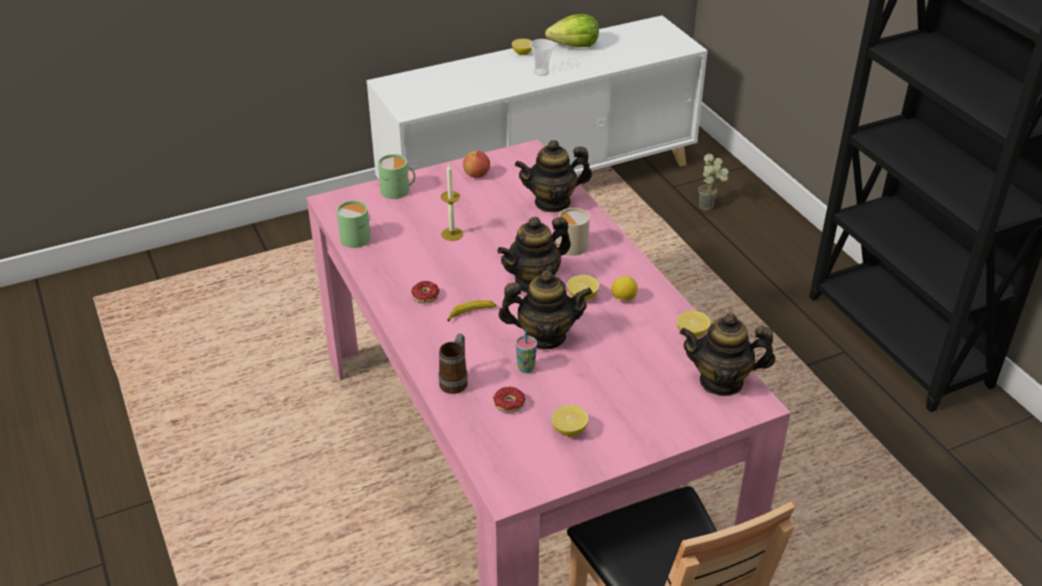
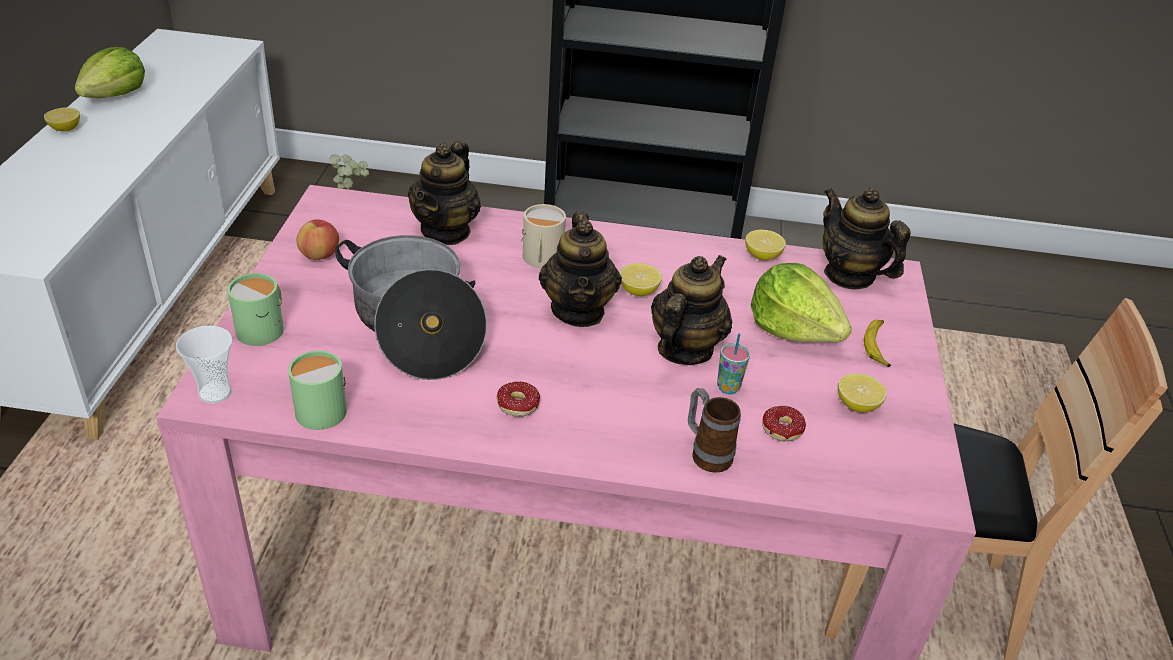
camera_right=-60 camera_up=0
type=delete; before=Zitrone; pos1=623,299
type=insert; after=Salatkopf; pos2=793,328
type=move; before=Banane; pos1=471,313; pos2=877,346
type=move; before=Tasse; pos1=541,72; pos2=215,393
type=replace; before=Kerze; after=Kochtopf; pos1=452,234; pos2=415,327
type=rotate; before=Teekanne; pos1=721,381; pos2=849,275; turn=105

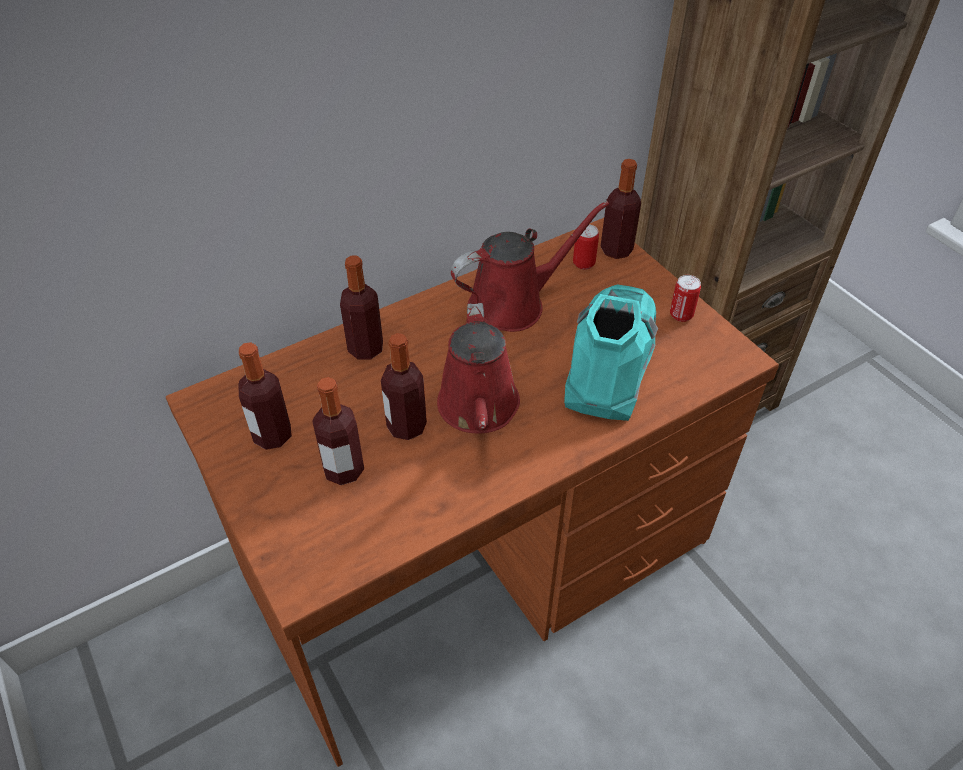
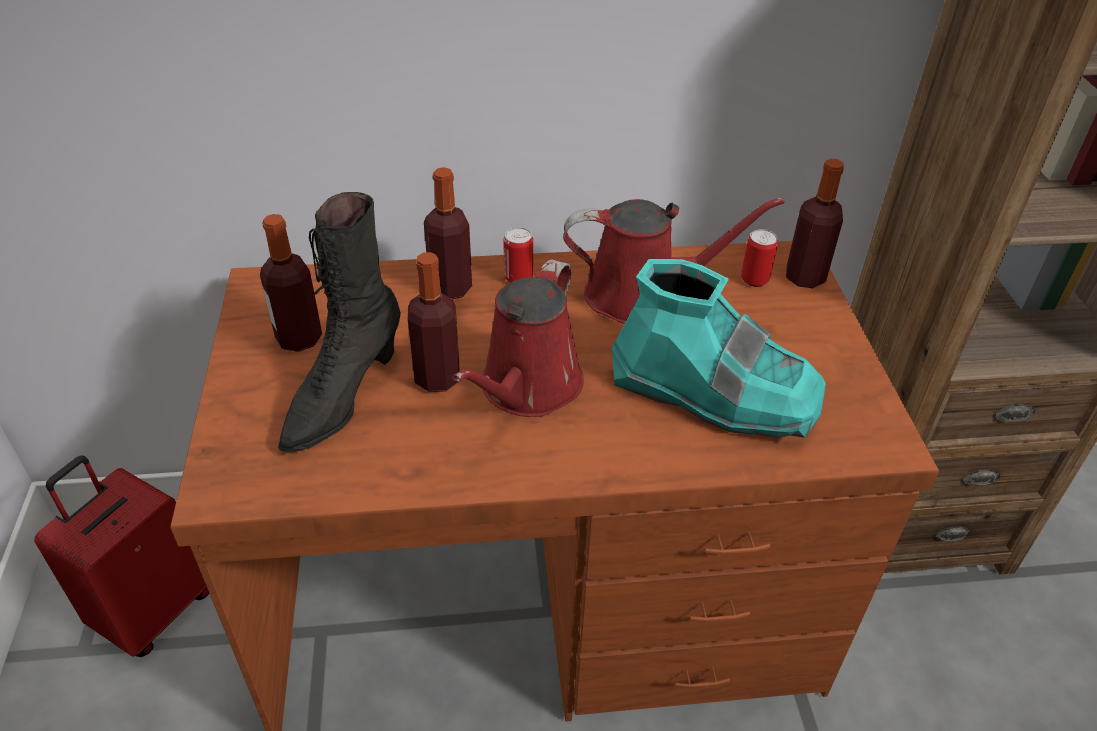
camera_right=25 camera_up=-5
type=insert; after=Koffer/rot; pos2=152,611
type=move; before=Dose; pos1=681,315; pos2=518,278
type=replace; before=Flasche; after=Stiefel/schwarz; pos1=344,470; pos2=342,397
type=rotate; before=Stiefel/türkis; pos1=609,362; pos2=714,392; turn=75

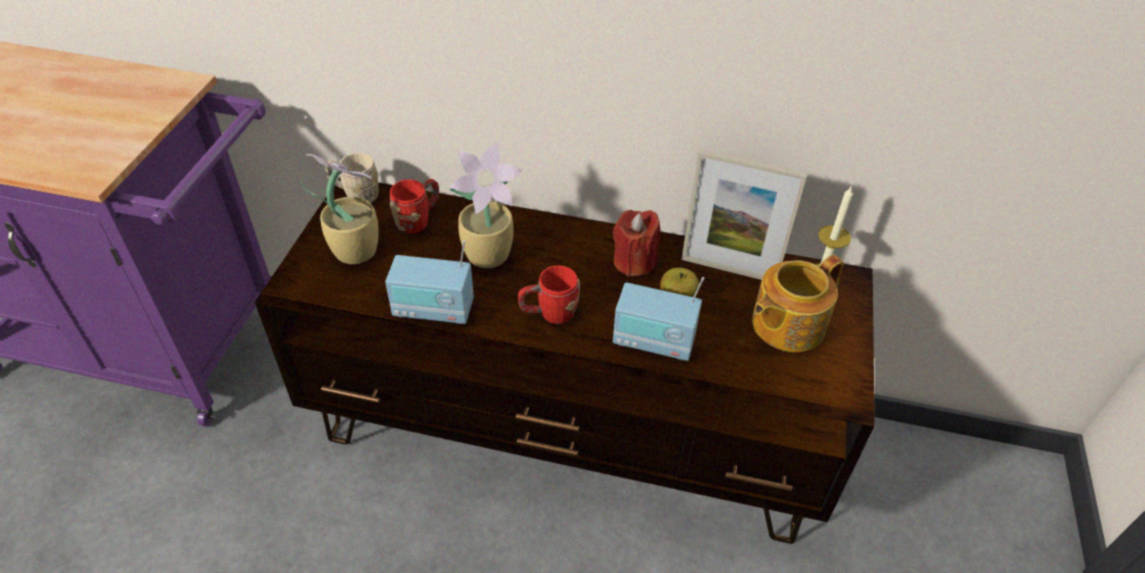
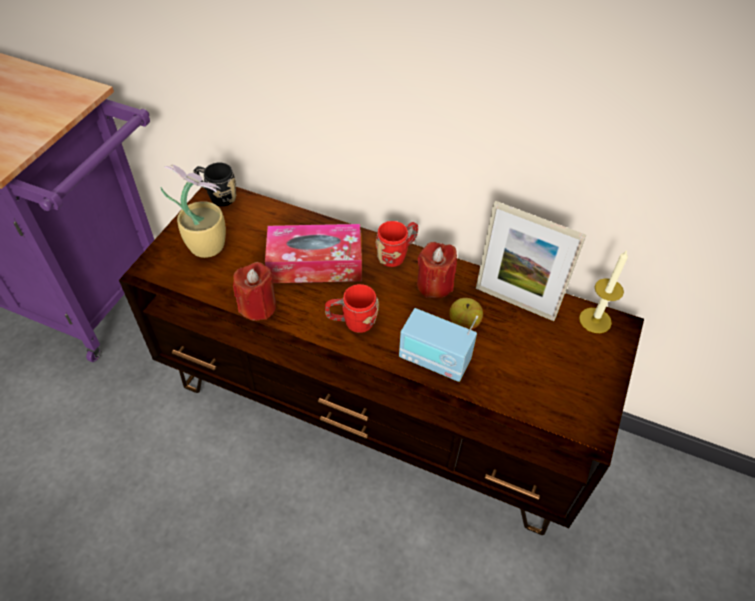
camera_right=10 camera_up=5
type=delete; before=Teekanne; pos1=786,324
type=move; before=Henkelbecher/rot; pos1=418,219; pos2=396,254
type=replace; before=Radio; after=Kerze/rot; pos1=433,310; pos2=258,306
type=replace; before=Topfpflanze; after=Taschentuchbox; pos1=490,255; pos2=315,264
type=recolor; before=Henkelbecher/beige; after=Henkelbecher/schwarz; pos1=355,194; pos2=218,196

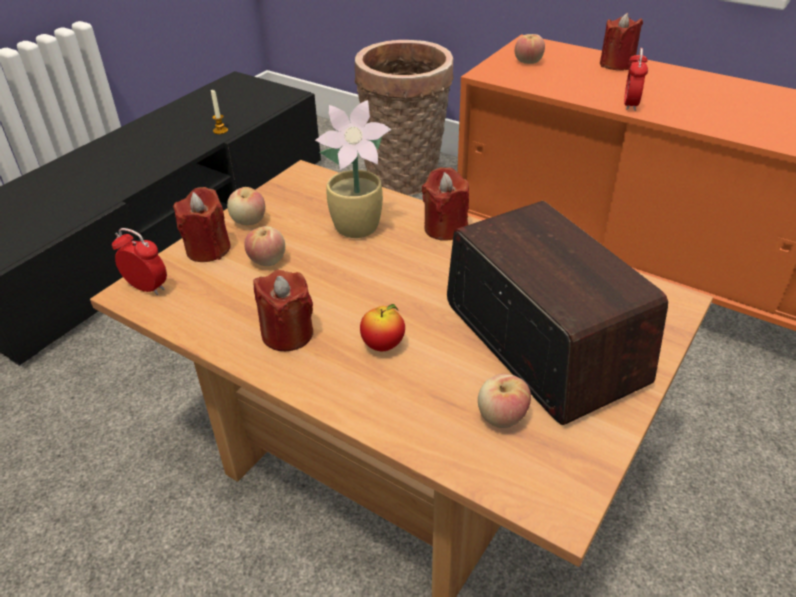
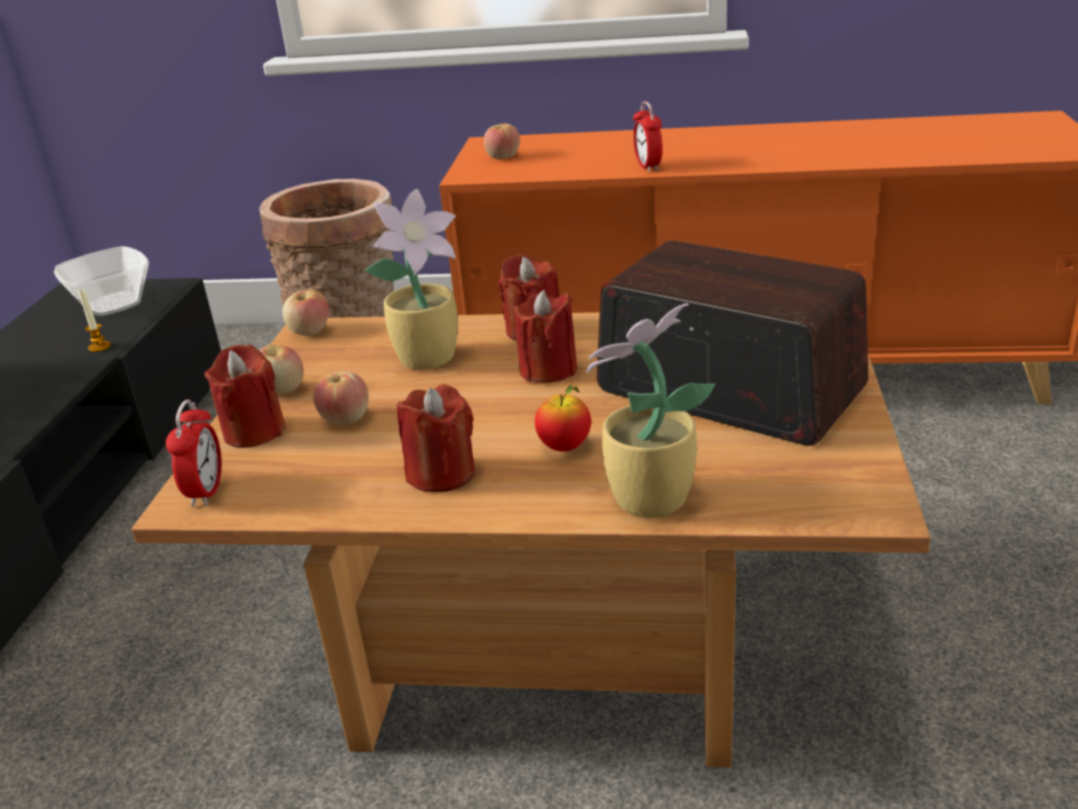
camera_right=-25 camera_up=-10
type=insert; after=Schüssel; pos2=114,304
type=insert; after=Topfpflanze; pos2=646,499
type=move; before=Apfel; pos1=501,416; pos2=310,332
type=move; before=Kerze/rot; pos1=616,64; pos2=548,370
type=rotate; before=Wecker; pos1=147,287; pos2=206,491; turn=90

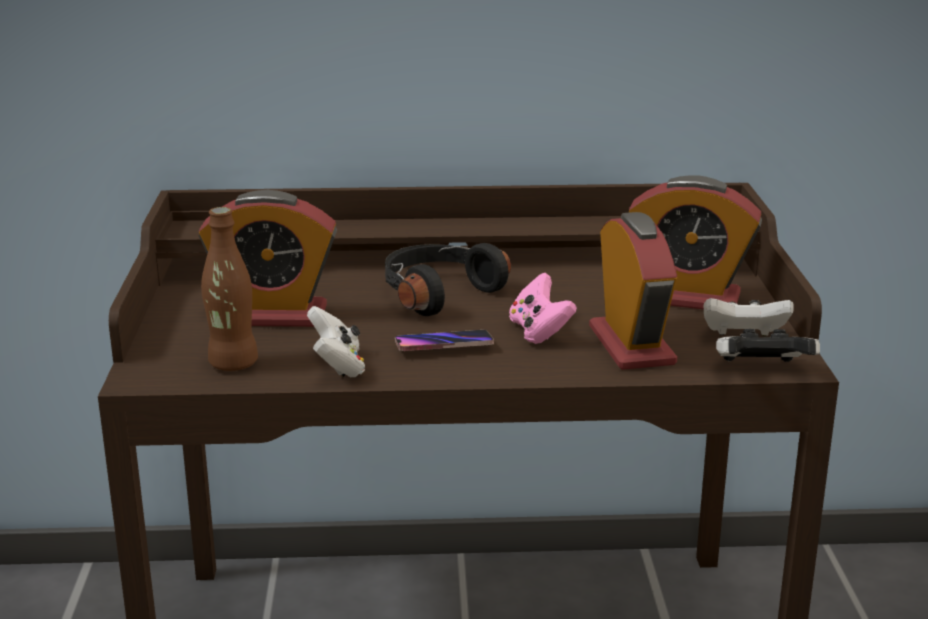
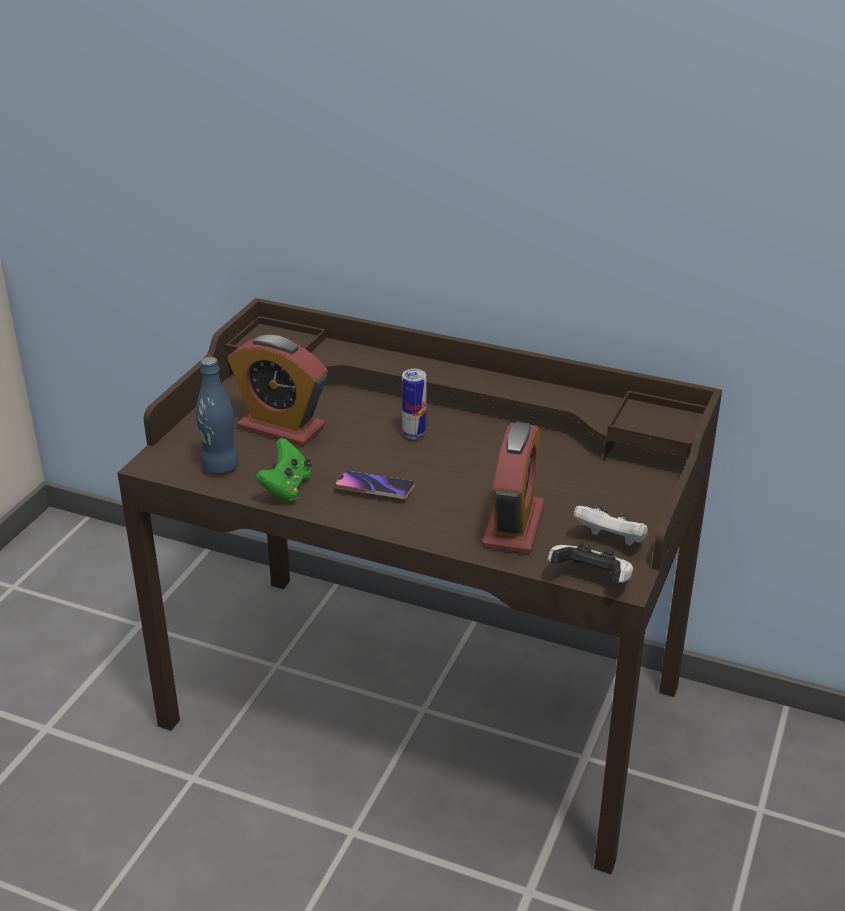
camera_right=25 camera_up=10
type=delete; before=Gamepad/rosa; pos1=539,332
type=delete; before=Wecker; pos1=688,298
type=replace; before=Kopfhörer/schwarz; after=Dose; pos1=437,293; pos2=414,434
type=recolor; before=Flasche/braun; after=Flasche/blau; pos1=233,364; pos2=220,467
type=recolor; before=Gamepad/weiß; after=Gamepad/grün; pos1=337,366; pos2=286,488

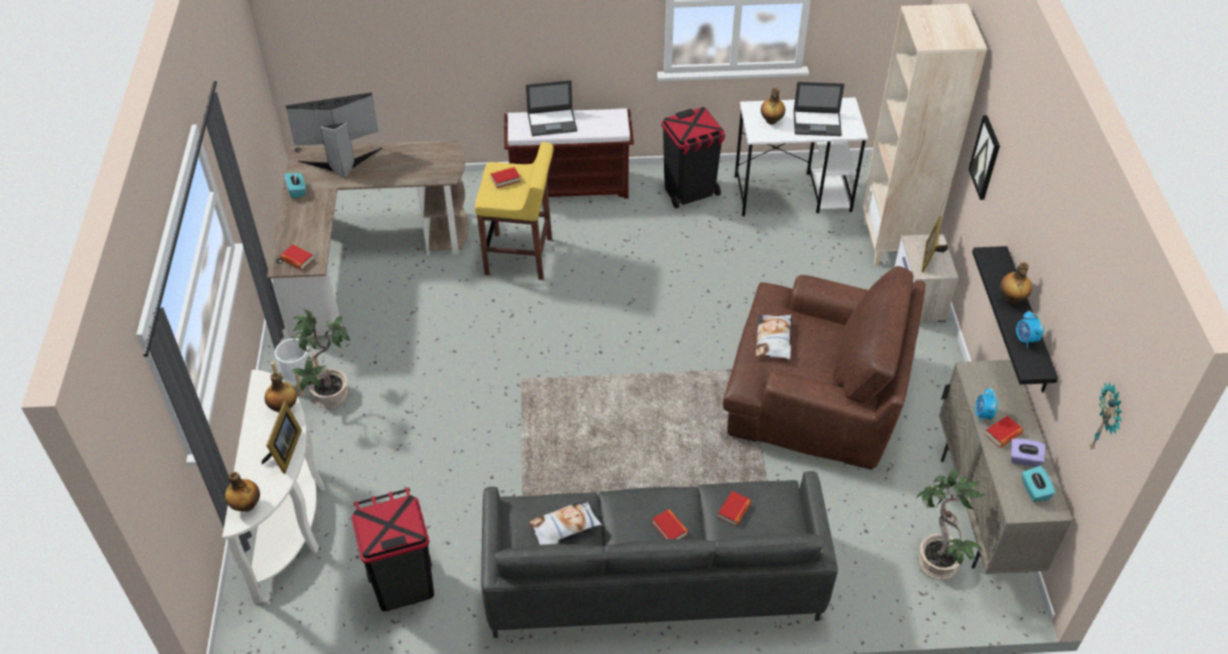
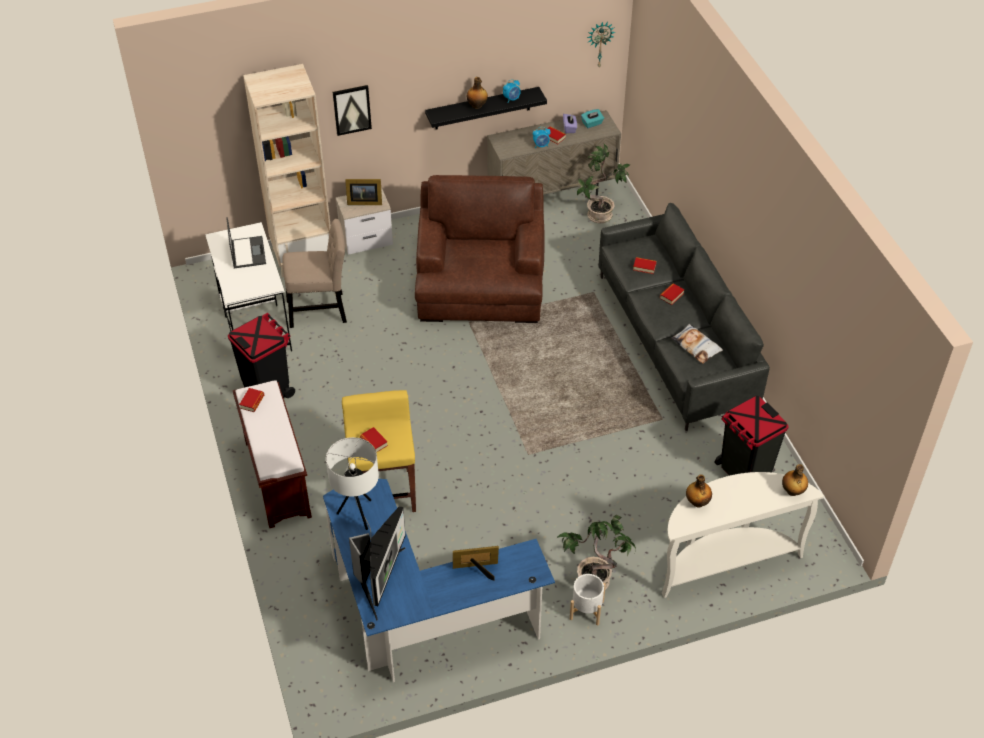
camera_right=-105 camera_up=0
type=delete; before=Taschentuchbox/türkis; pos1=297,190
type=delete; before=Laptop; pos1=552,122
type=delete; before=Kissen; pos1=774,340
type=delete; before=Flasche; pos1=771,121
type=insert; after=Stuhl/beige; pos2=320,310
type=insert; after=Tischlampe/weiß; pos2=358,516
type=move; before=Bilderrahmen; pos1=285,452; pos2=477,570
type=move; before=Buch; pos1=297,260; pos2=252,402
type=recolor; before=Schreibtisch/braun; after=Schreibtisch/blau; pos1=364,257; pos2=418,615
type=rotate; before=Monitor; pos1=341,161; pos2=379,580; turn=-135

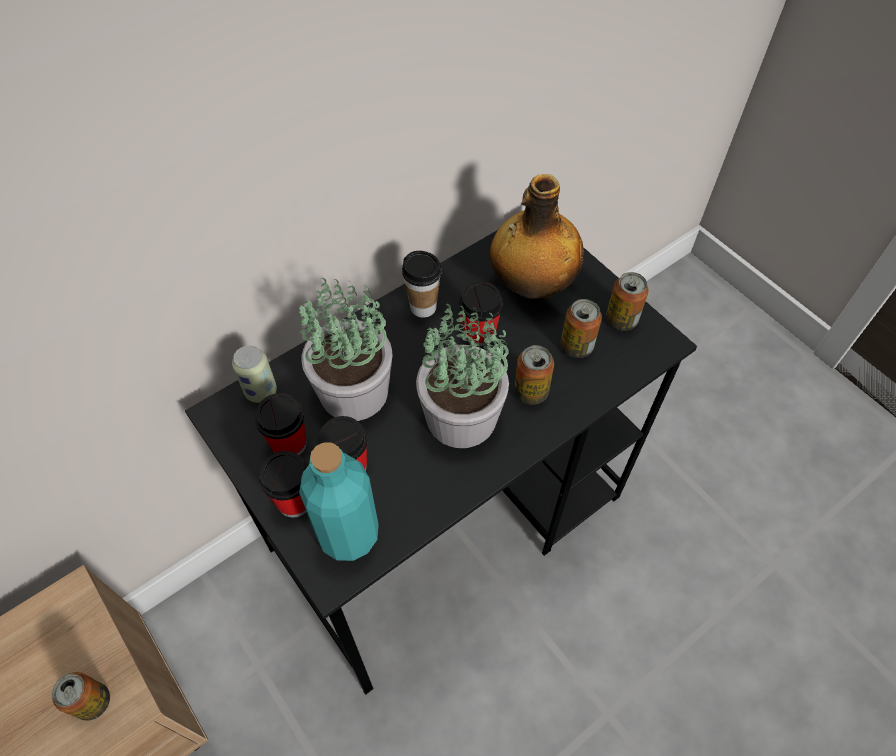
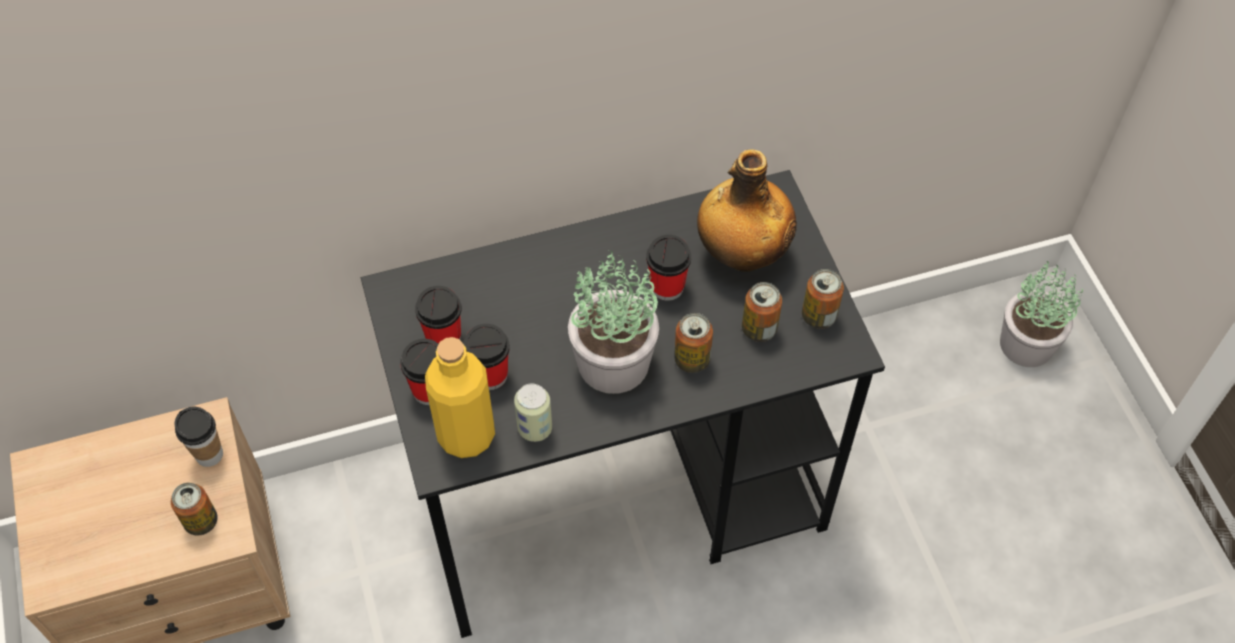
camera_right=20 camera_up=0
type=move; before=Dose; pos1=261,391; pos2=535,428
type=move; before=Topfpflanze; pos1=353,393; pos2=1026,345
type=move; before=Tasse; pos1=423,307; pos2=209,455
type=recolor; before=Flasche/türkis; after=Flasche/gelb; pos1=348,534; pos2=466,435

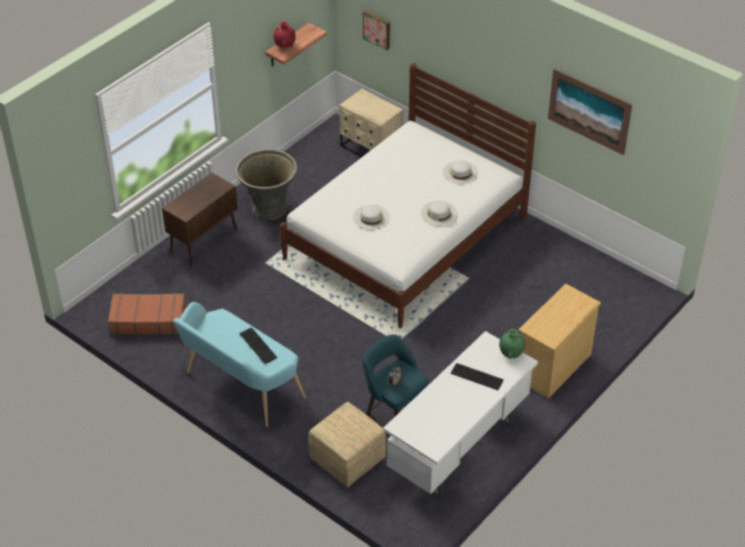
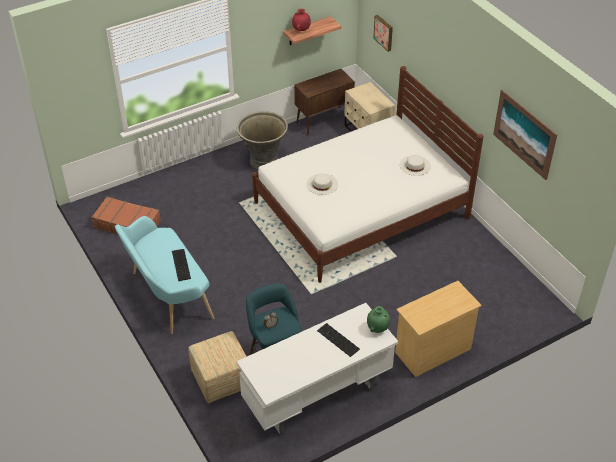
camera_right=20 camera_up=0
type=delete; before=Hut/weiß; pos1=439,213
type=move; before=Schrank/braun; pos1=204,241; pos2=324,121

